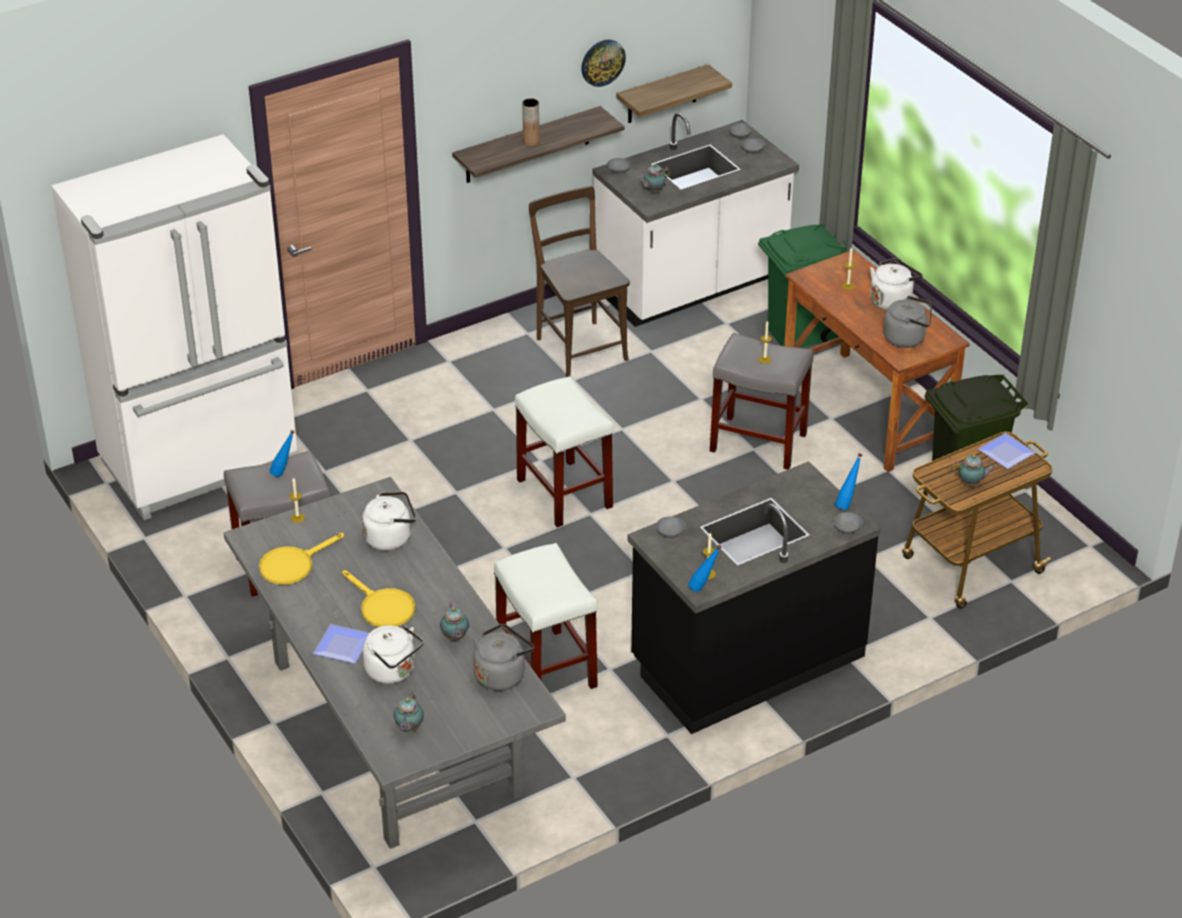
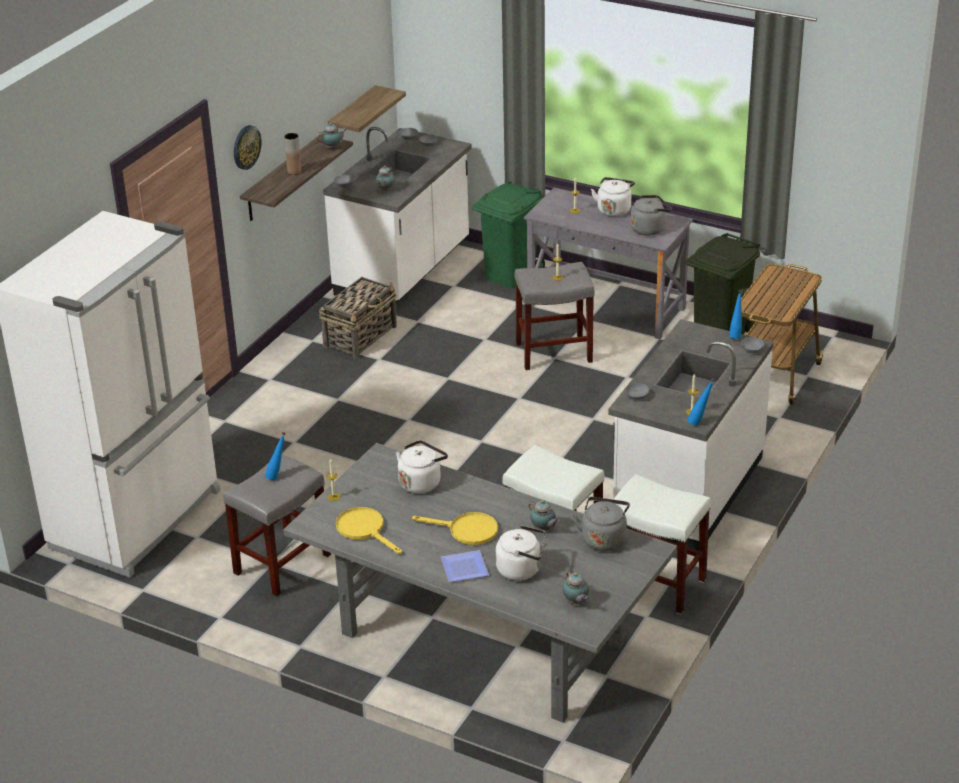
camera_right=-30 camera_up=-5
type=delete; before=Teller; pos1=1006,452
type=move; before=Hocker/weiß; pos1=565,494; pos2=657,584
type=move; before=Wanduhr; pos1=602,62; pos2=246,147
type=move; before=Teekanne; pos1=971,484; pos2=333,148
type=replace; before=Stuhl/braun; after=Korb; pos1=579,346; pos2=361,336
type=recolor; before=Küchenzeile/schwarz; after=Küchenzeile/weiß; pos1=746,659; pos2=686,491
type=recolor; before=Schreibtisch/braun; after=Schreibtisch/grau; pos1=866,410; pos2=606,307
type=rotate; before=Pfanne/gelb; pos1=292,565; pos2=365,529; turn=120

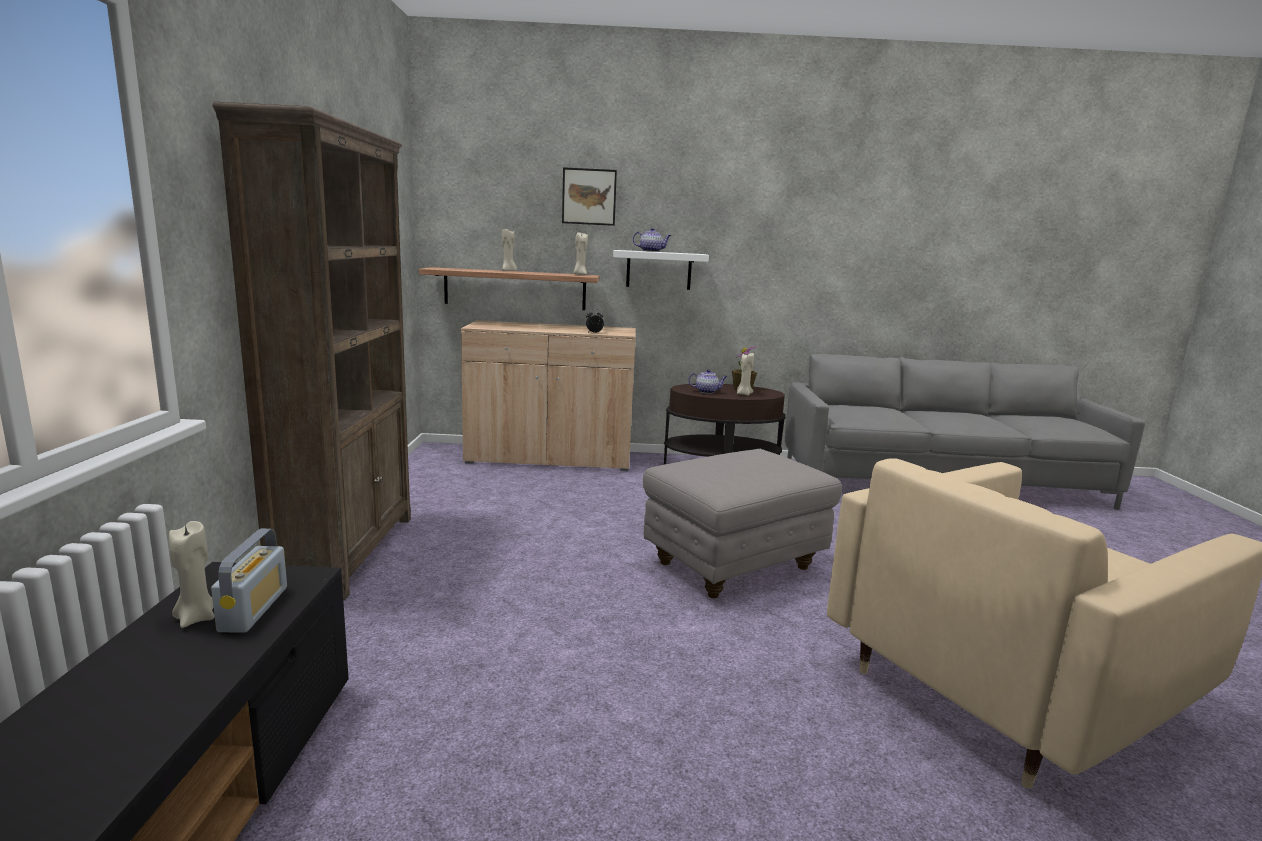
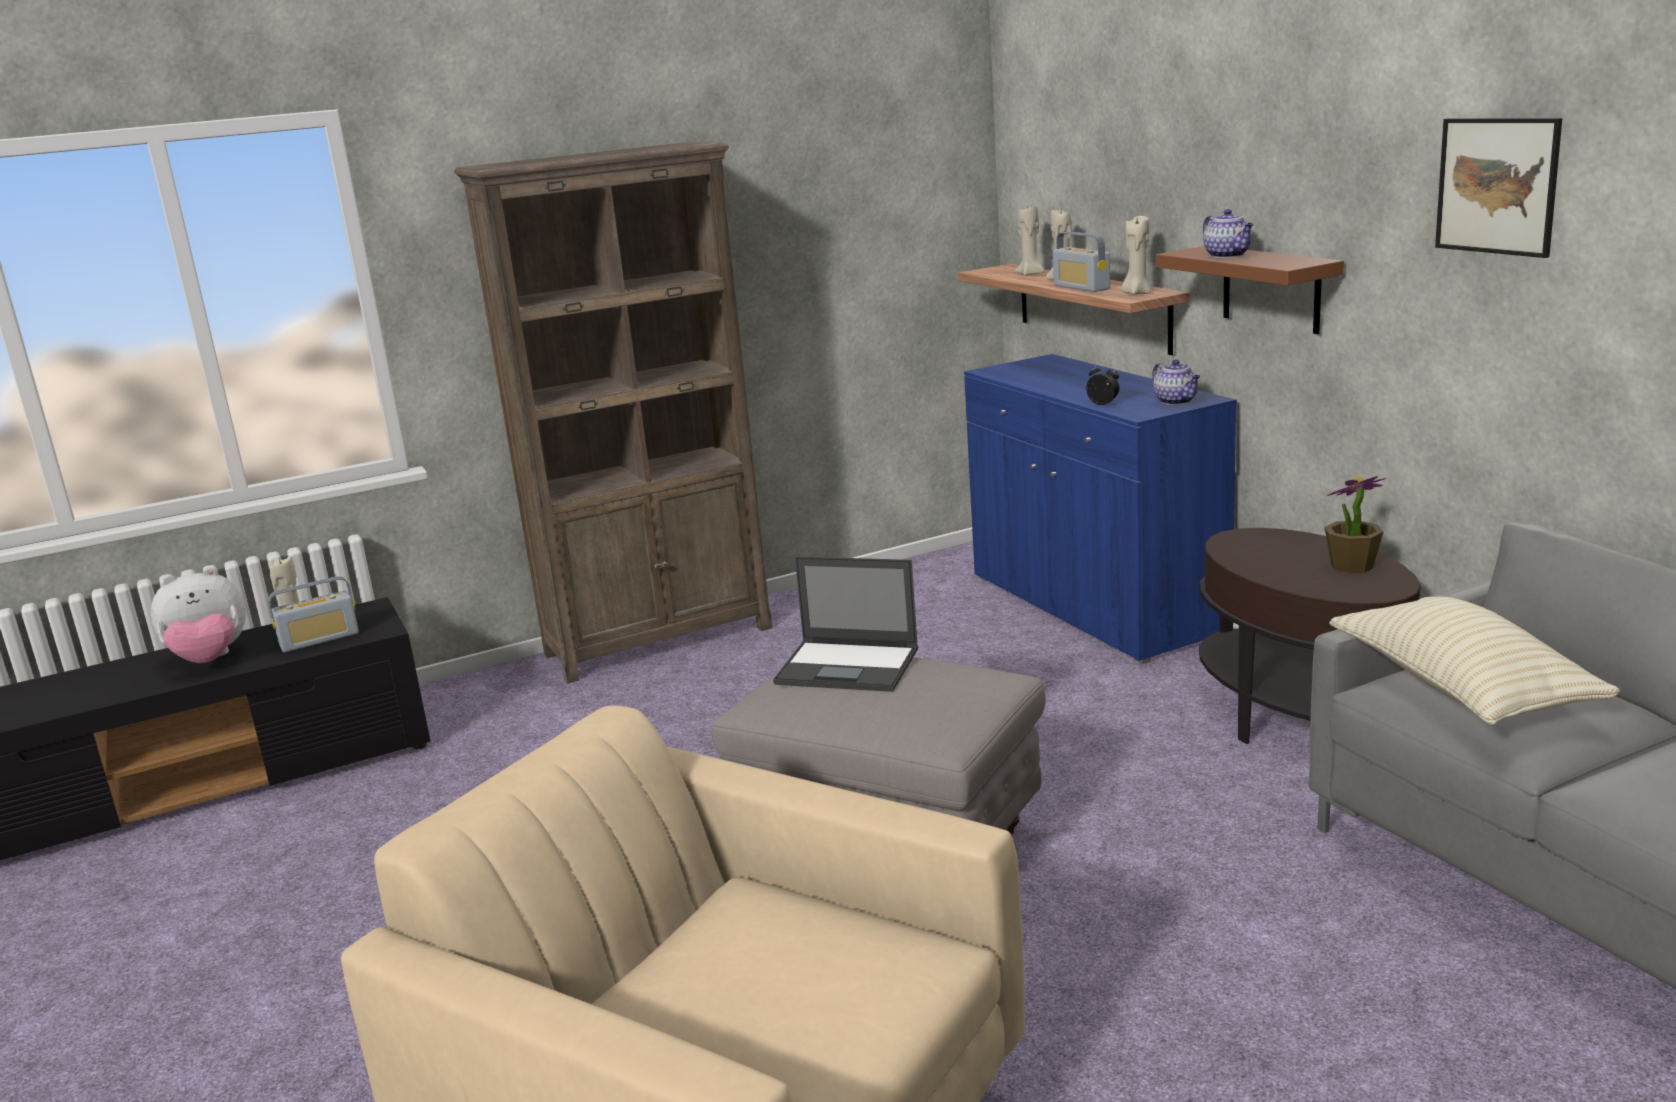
camera_right=65 camera_up=5
type=insert; after=Plüschtier; pos2=209,660
type=insert; after=Laptop; pos2=849,666
type=insert; after=Radio; pos2=1081,287
type=insert; after=Kissen/beige; pos2=1461,689
type=move; before=Bild; pos1=589,196; pos2=1497,186
type=move; before=Teekanne; pos1=707,391; pos2=1176,401
type=move; before=Kerze/beige; pos1=743,394; pos2=1030,274
type=recolor; before=Schrank/beige; after=Schrank/blau; pos1=550,458; pos2=1093,605
type=recolor; before=Wandregal/weiß; after=Wandregal/braun; pos1=659,270; pos2=1271,289

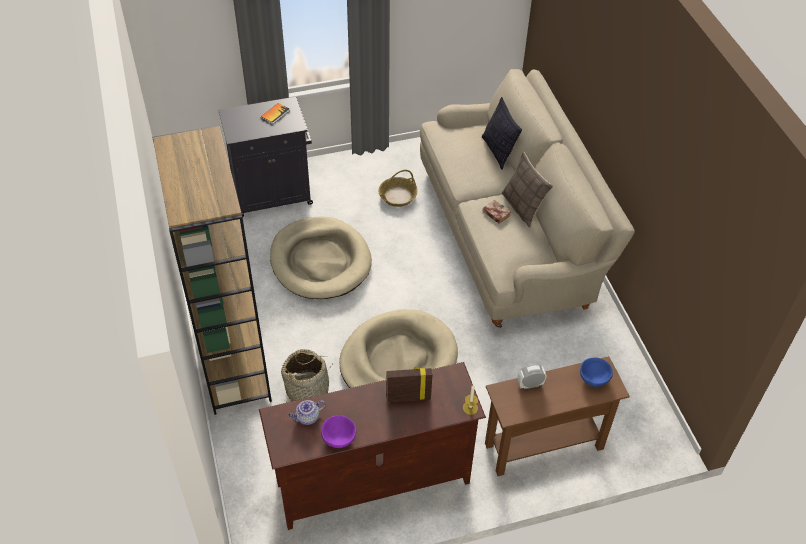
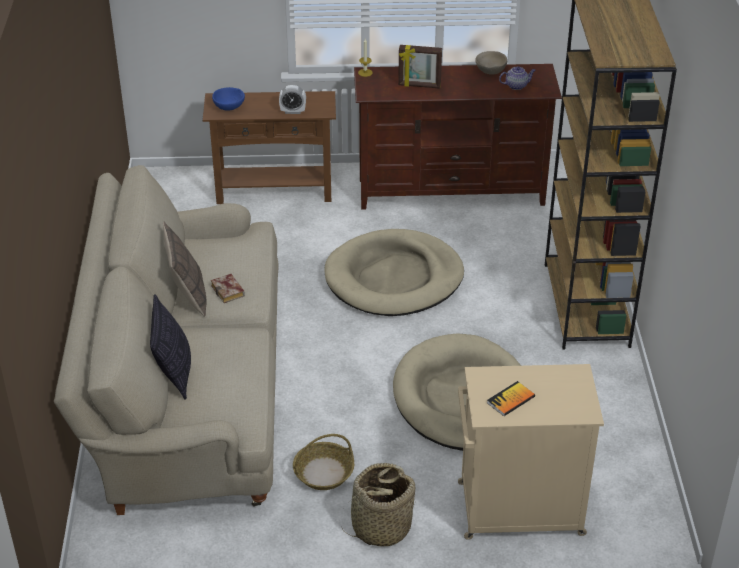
camera_right=-165 camera_up=-10
type=move; before=Korb; pos1=308,390; pos2=381,526
type=recolor; before=Schrank/schwarz; after=Schrank/beige; pos1=273,194; pos2=517,509
type=recolor; before=Schüssel/lila; after=Schüssel/beige; pos1=339,438; pos2=490,71

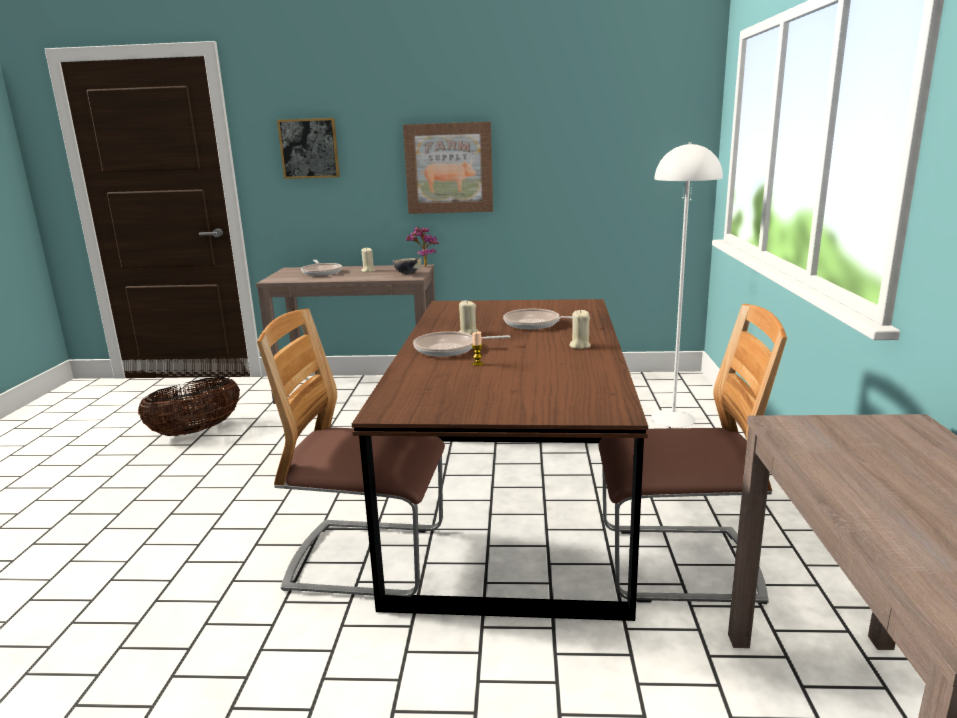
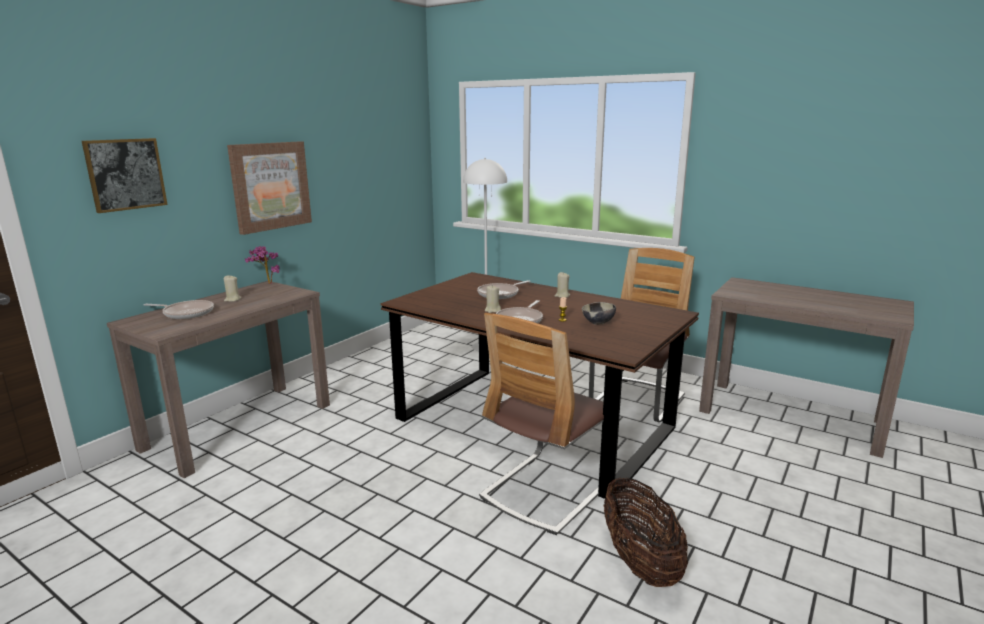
camera_right=-60 camera_up=0
type=move; before=Korb; pos1=196,431; pos2=640,562
type=move; before=Schüssel; pos1=407,274; pos2=598,323

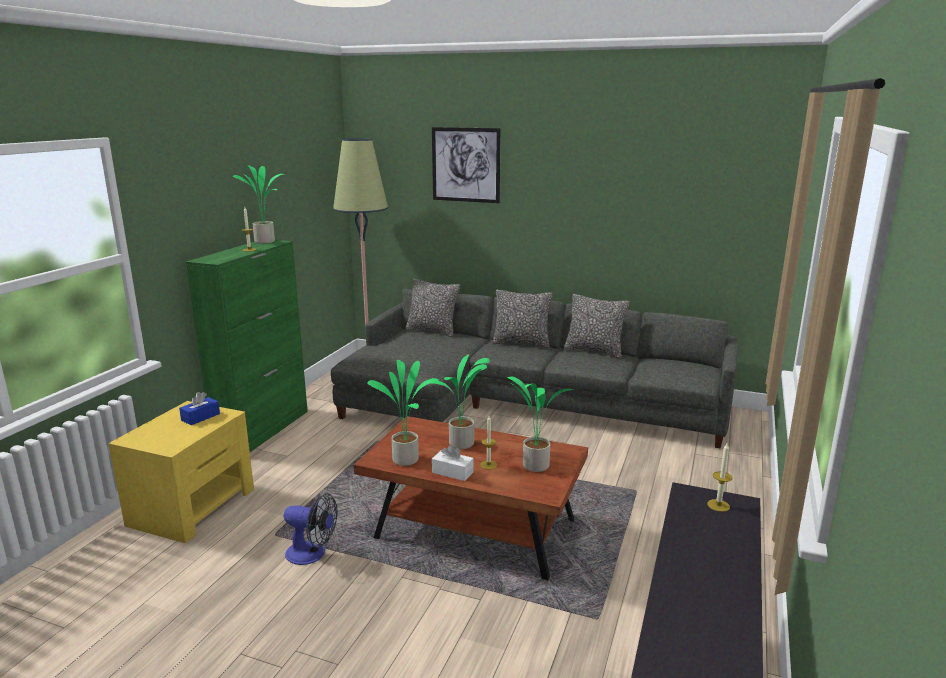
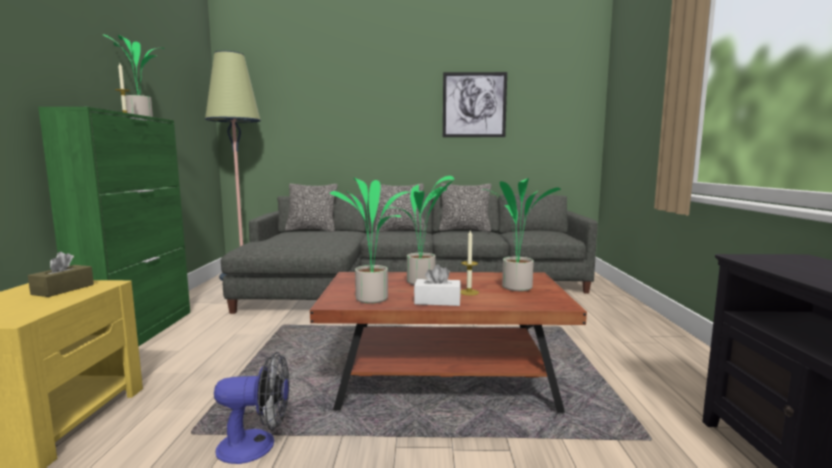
camera_right=-20 camera_up=-10
type=delete; before=Kerze; pos1=718,505
type=move; before=Bild; pos1=465,165; pos2=474,105
type=recolor; before=Taschentuchbox/blau; after=Taschentuchbox/braun; pos1=200,417; pos2=63,289

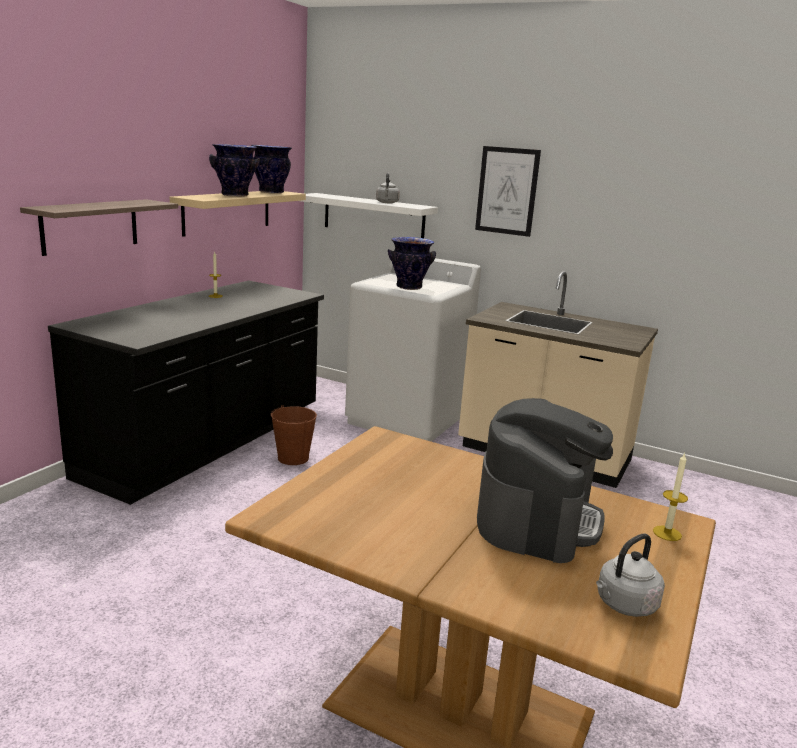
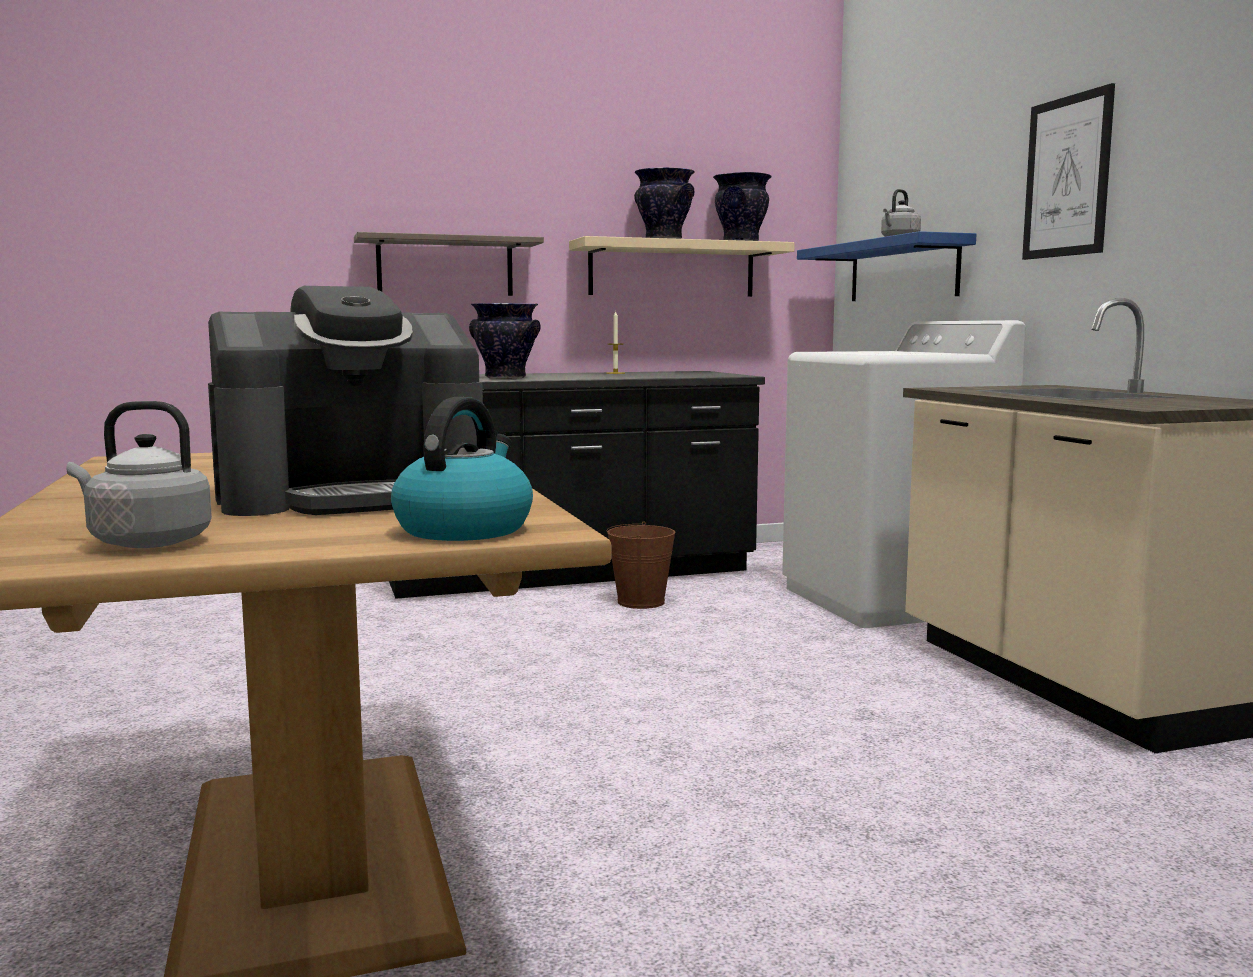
camera_right=45 camera_up=-10
type=move; before=Vase; pos1=409,287; pos2=505,378
type=replace; before=Kerze; after=Wasserkessel; pos1=667,533; pos2=464,529
type=recolor; before=Wandregal/weiß; after=Wandregal/blau; pos1=373,216; pos2=903,271

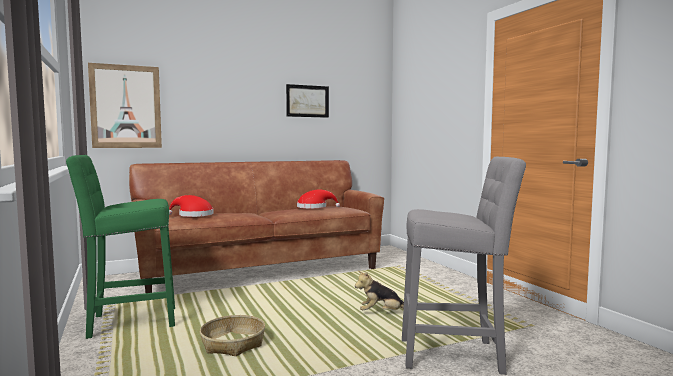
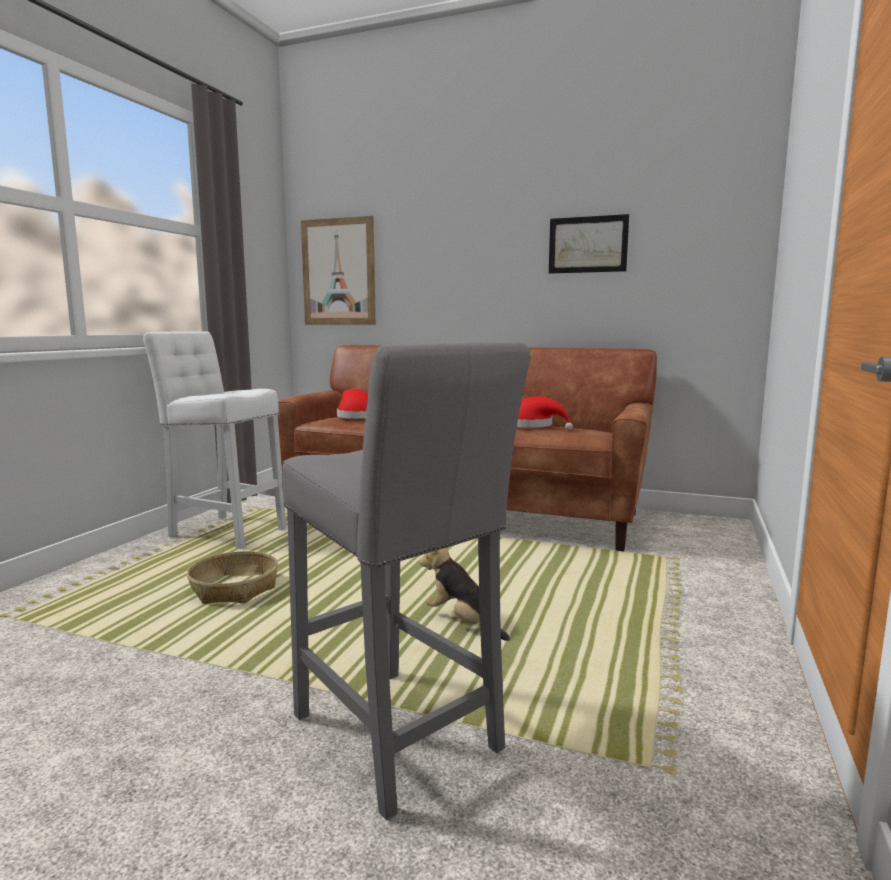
camera_right=45 camera_up=5
type=recolor; before=Hocker/grün; after=Hocker/weiß; pos1=128,322; pos2=224,531

